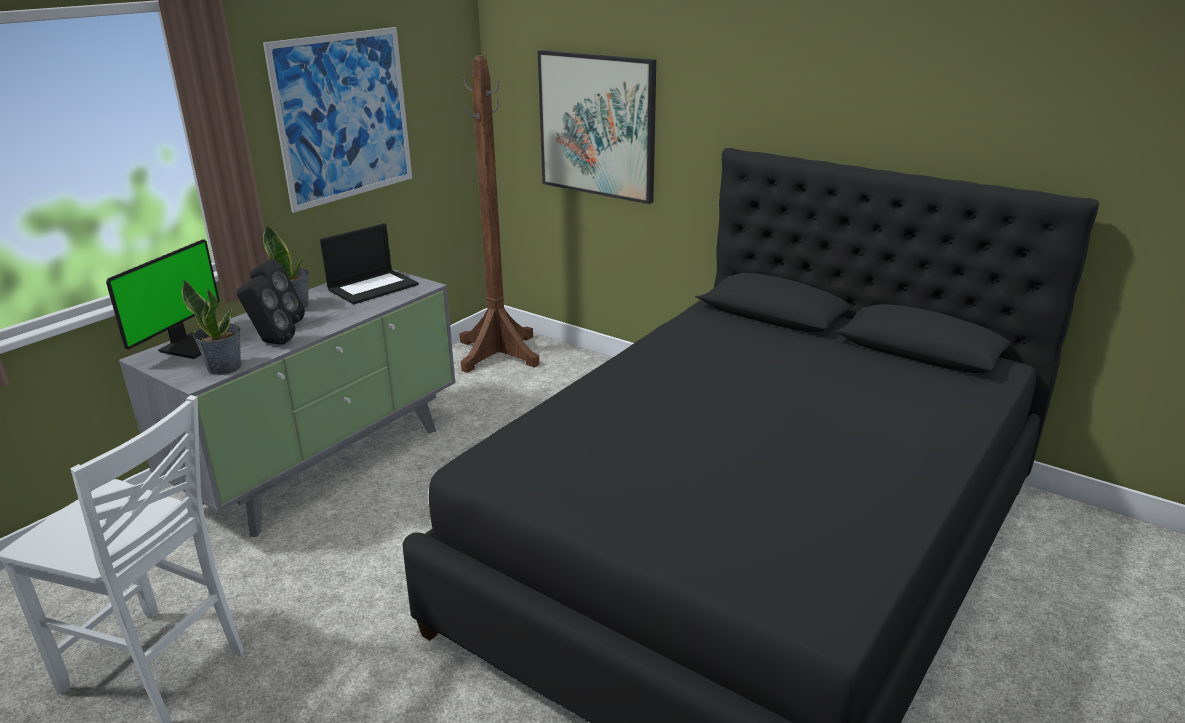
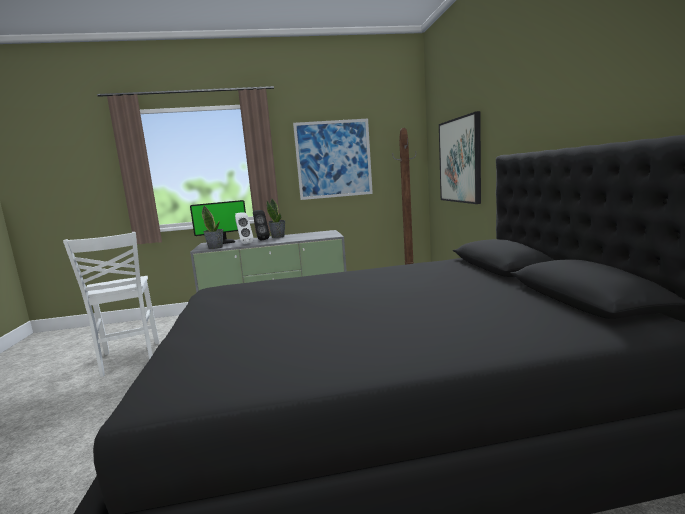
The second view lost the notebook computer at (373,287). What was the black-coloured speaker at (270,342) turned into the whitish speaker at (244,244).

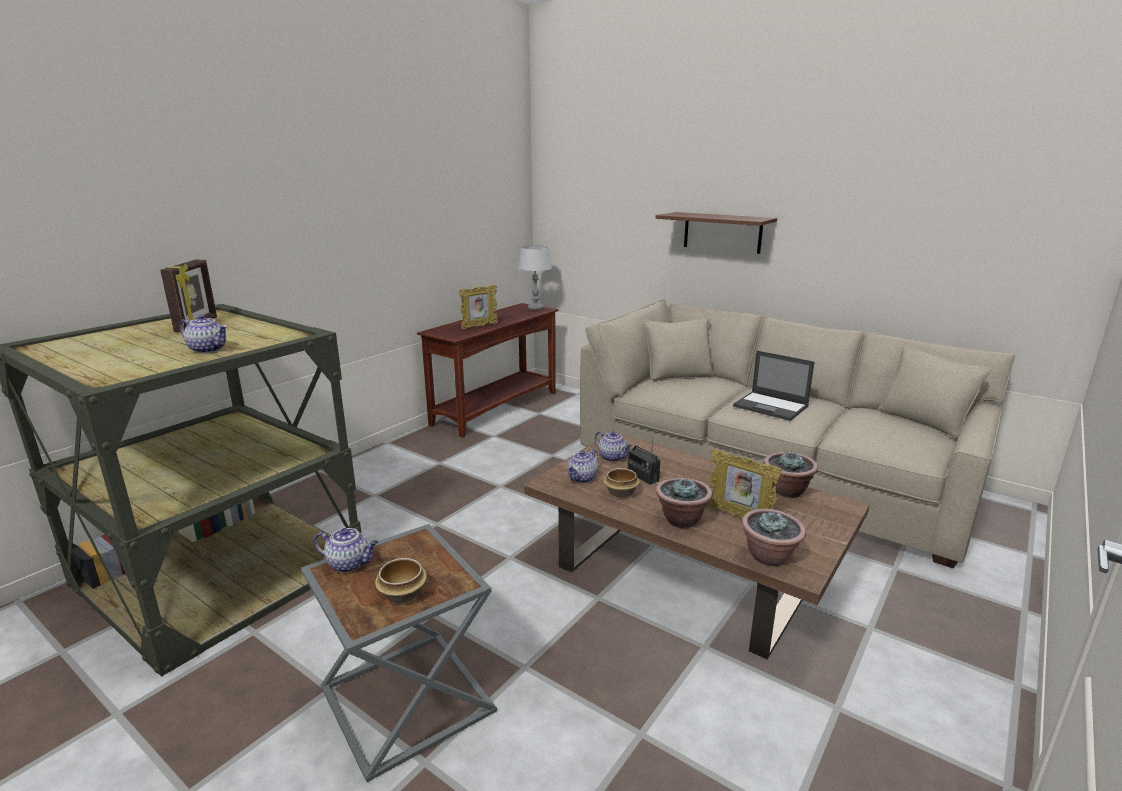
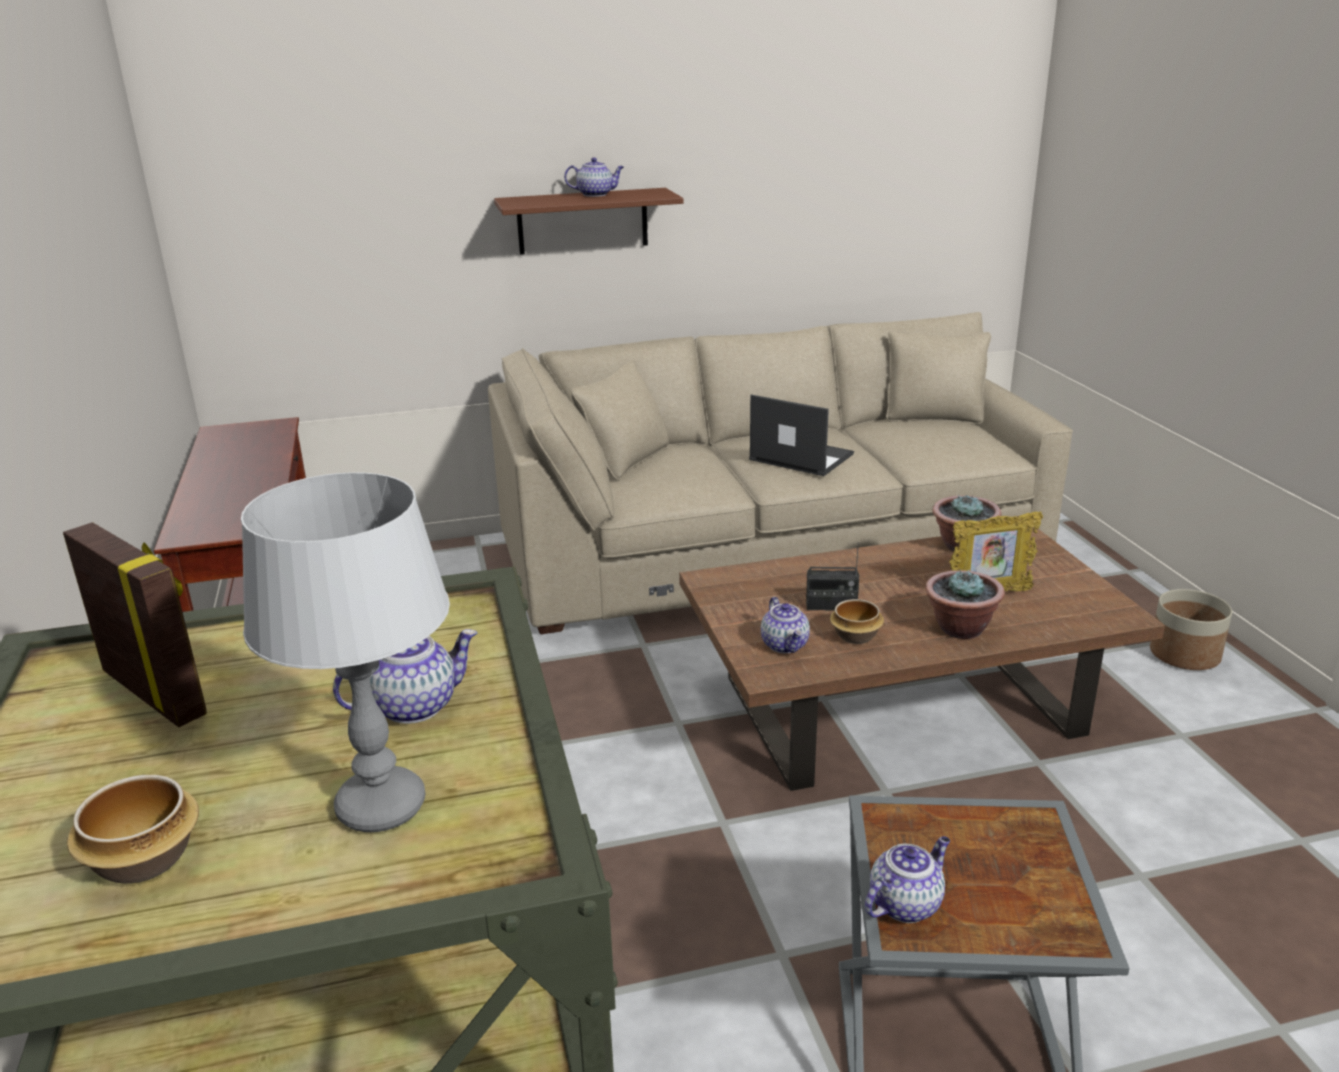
The second view lost the photo frame at (479,326). The second view lost the plant in a pot at (769,557). The second view gained the flower pot at (1185,654). The deep dish ended up elsewhere, having gone from (403,594) to (145,858). The grey lamp for a table ended up elsewhere, having gone from (535,308) to (382,807). The pot for tea ended up elsewhere, having gone from (613,457) to (596,194). The notebook computer at (771,406) ended up facing another way, 135 degrees counterclockwise from before.

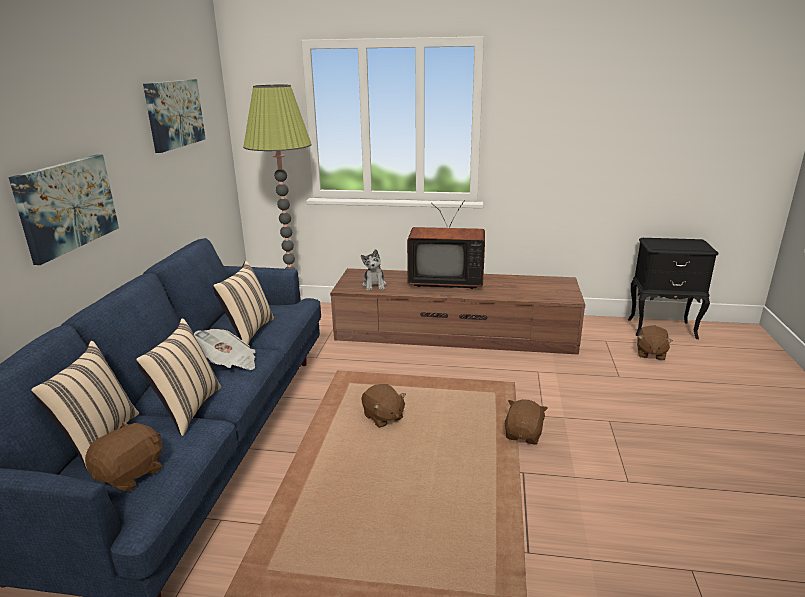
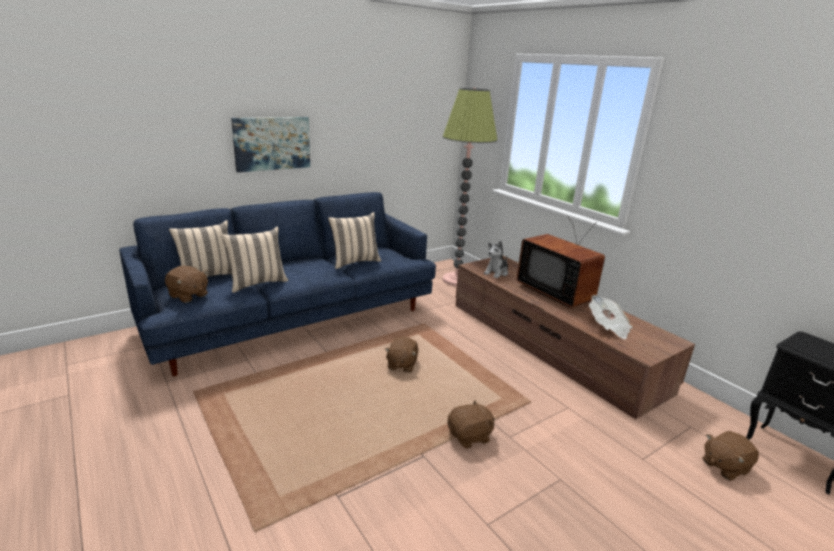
The second view lost the picture at (174,114). The daily paper ended up elsewhere, having gone from (229,363) to (608,327). The brownish soft toy at (131,474) ended up facing another way, 45 degrees clockwise from before.

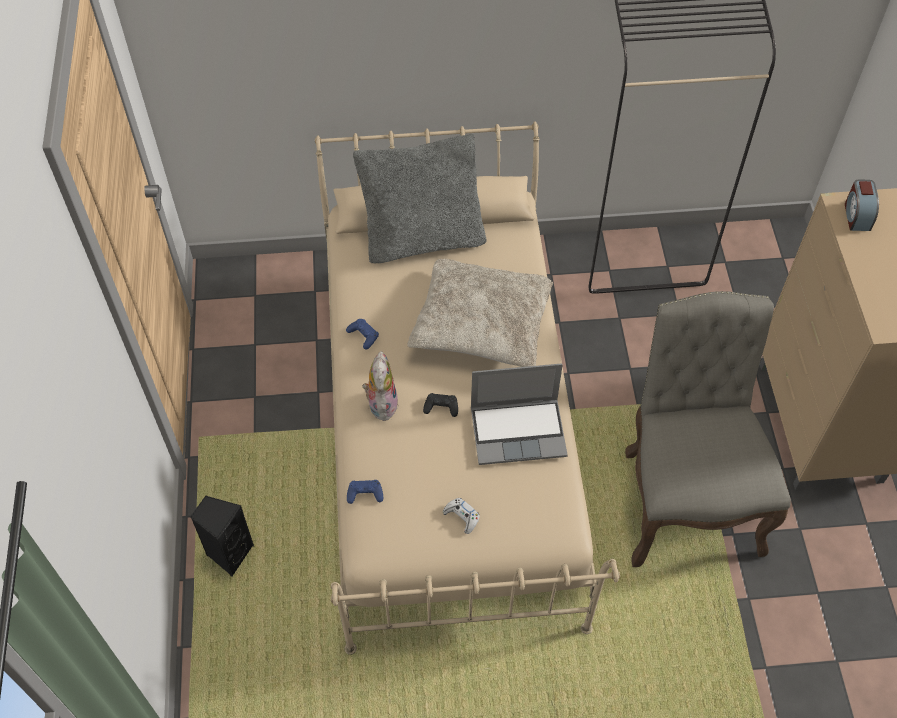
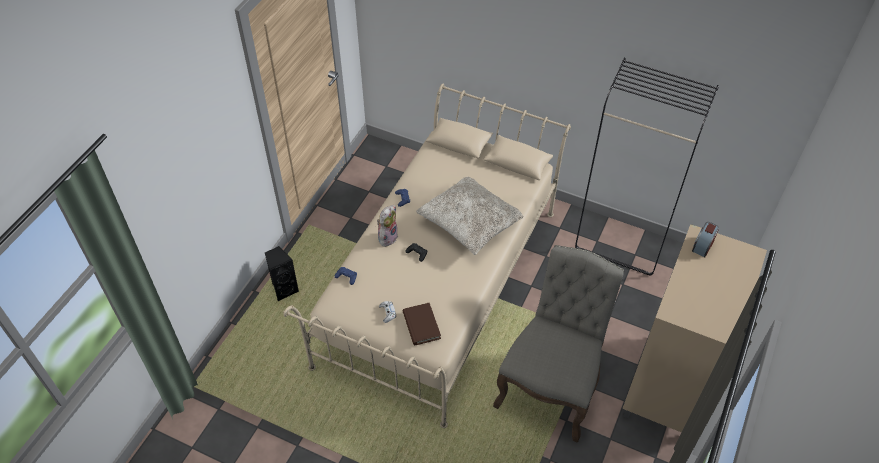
The second view lost the grey cushion at (423,235). The second view lost the notebook computer at (519,431). The second view gained the brownish bound book at (421,325).

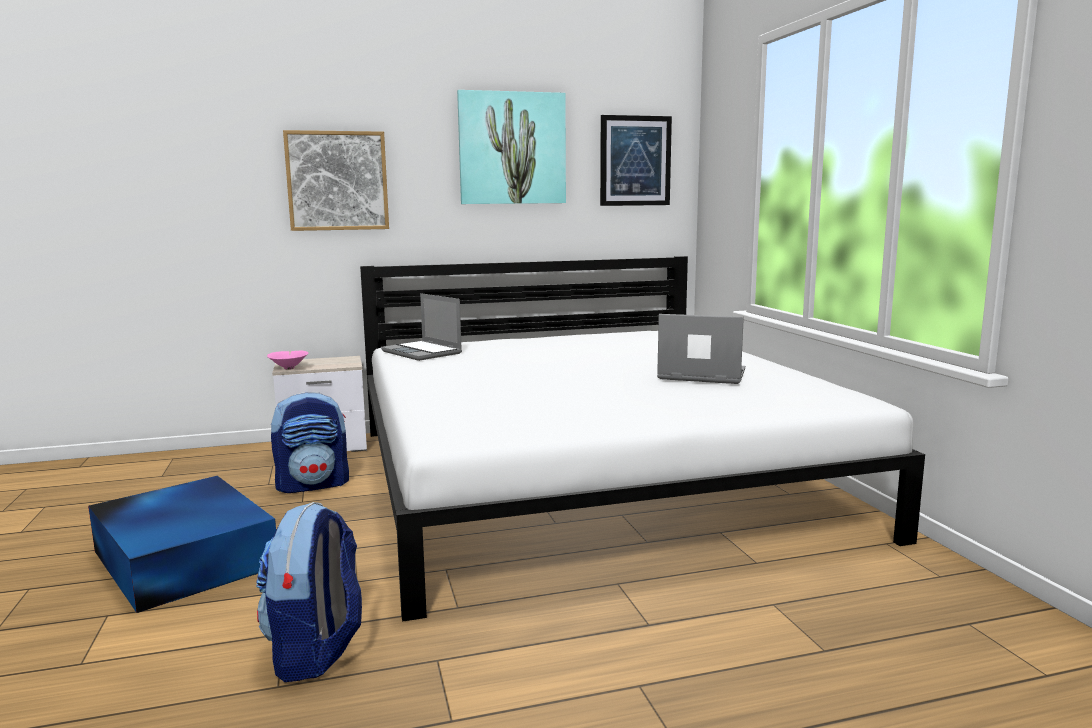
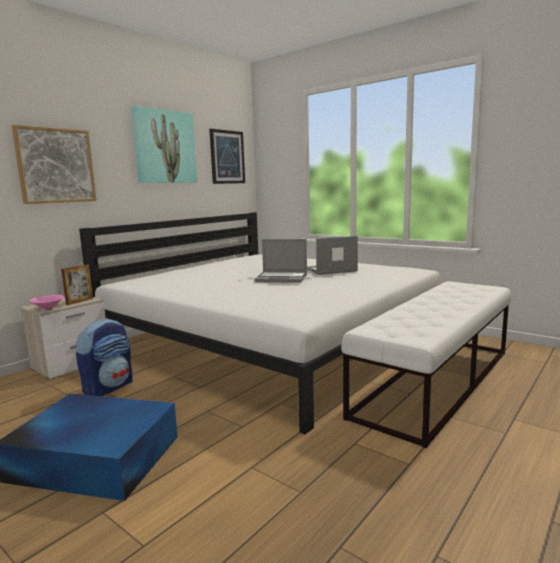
The second view lost the knapsack at (316,652). The second view gained the photo frame at (79,301). The second view gained the whitish indoor bench at (436,381). The notebook computer ended up elsewhere, having gone from (423,352) to (282,278).

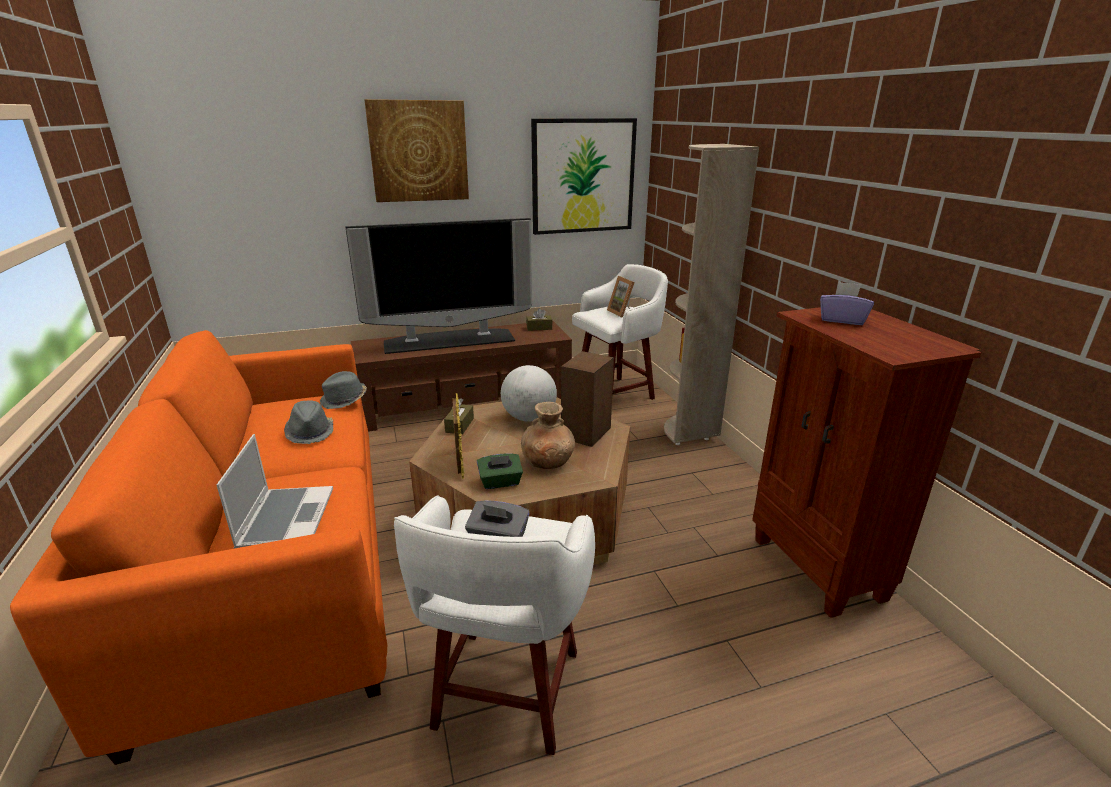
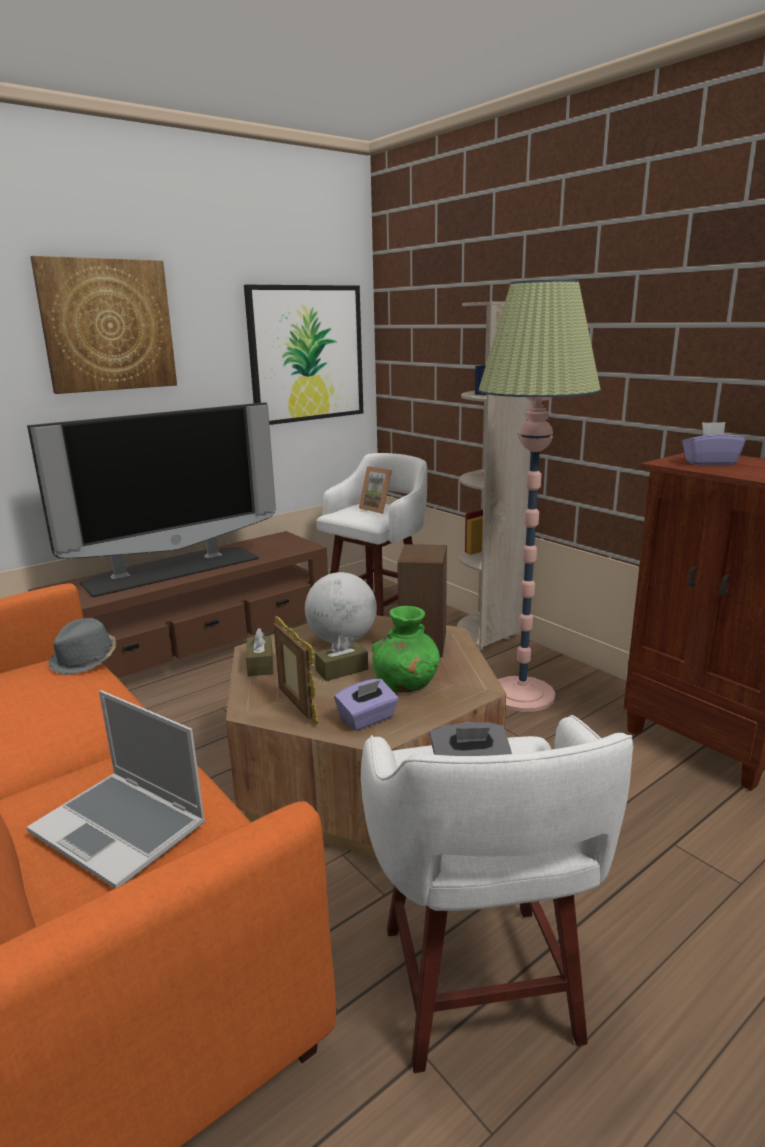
The second view lost the grey wearable hat at (310,432). The second view gained the floor lamp at (521,694). The brownish tissue holder ended up elsewhere, having gone from (539,328) to (342,670). What was the green-coloured tissue holder at (500,482) turned into the purple-coloured tissue holder at (367,719). What was the brownish vase at (548,462) turned into the green-coloured vase at (406,684). The notebook computer at (286,518) ended up facing another way, 150 degrees clockwise from before.

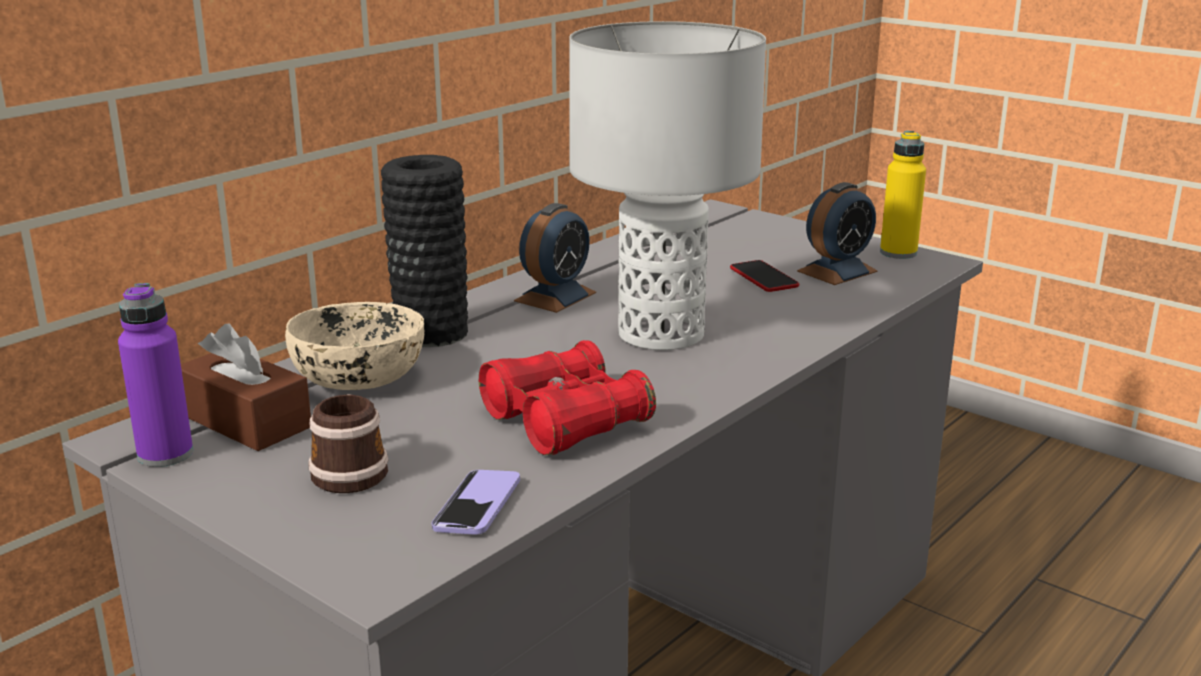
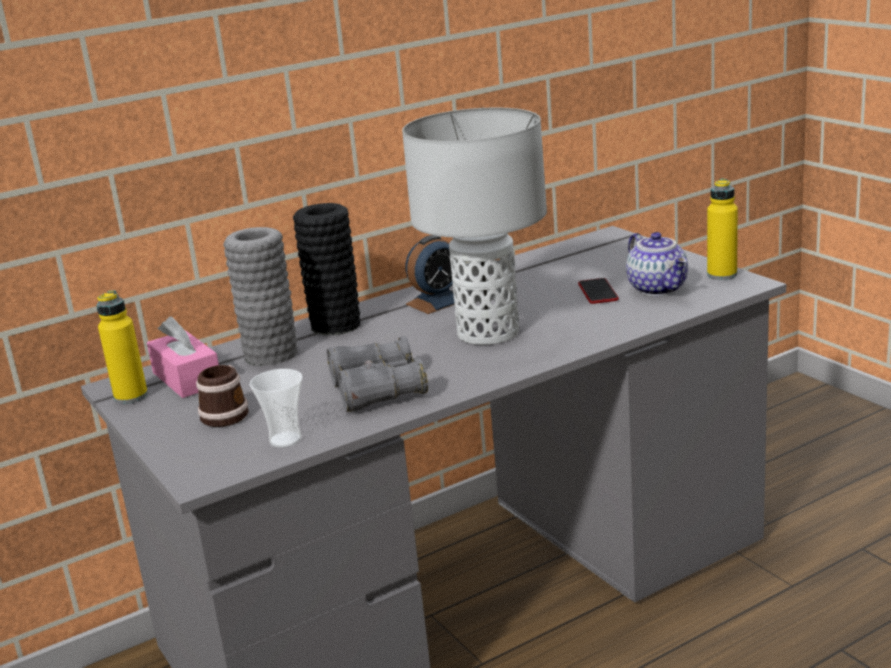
Where the beige deep dish stood at (361,377), the grey vase came to stand at (271,354). Where the telephone stood at (477,505), the cup came to stand at (285,440). Where the table clock stood at (837,271), the pot for tea came to stand at (659,289). What was the purple-coloured beverage bottle at (165,454) turned into the yellow-coloured beverage bottle at (131,396). What was the brownish tissue holder at (246,421) turned into the pinkish tissue holder at (187,379). What was the red-coloured binoculars at (565,421) turned into the grey binoculars at (377,390).

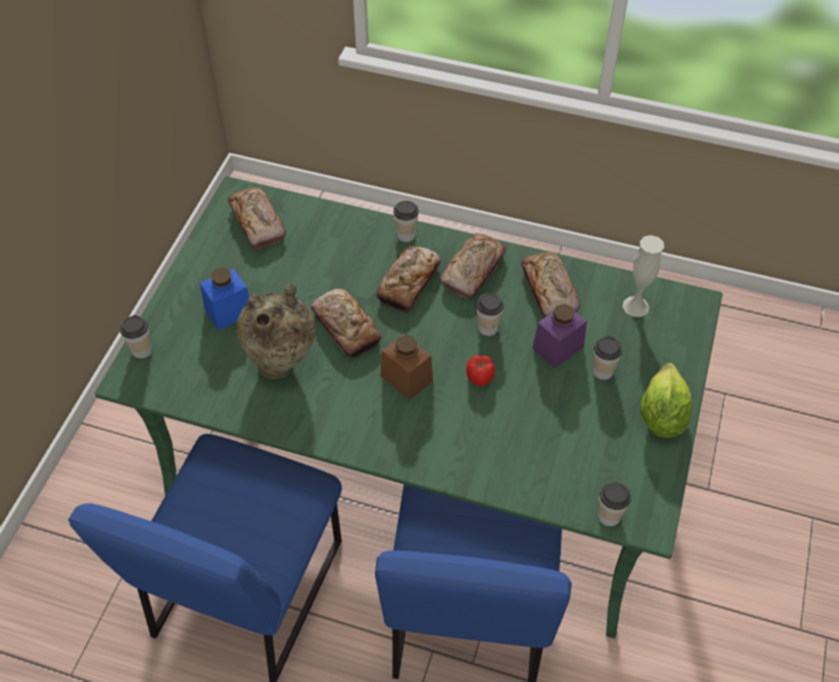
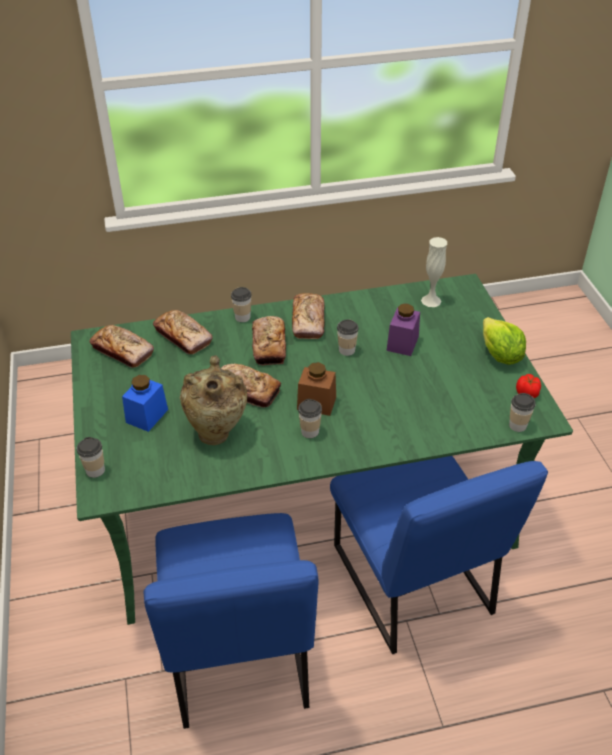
The fresh tomato ended up elsewhere, having gone from (480,378) to (527,394). The bread ended up elsewhere, having gone from (549,290) to (183,337). The cup ended up elsewhere, having gone from (602,371) to (310,432).

